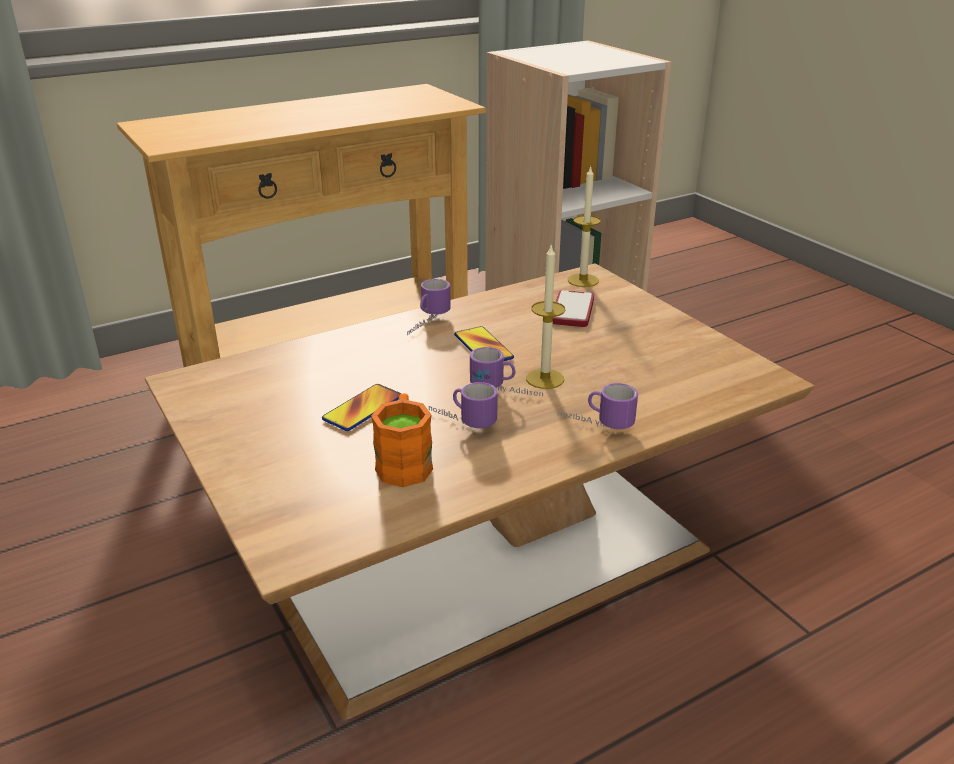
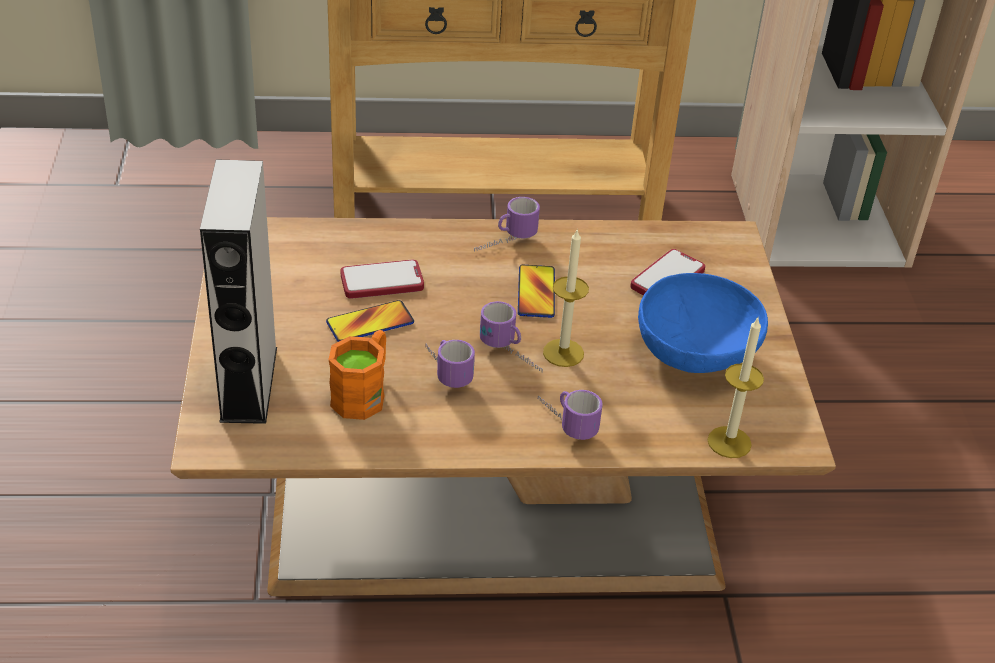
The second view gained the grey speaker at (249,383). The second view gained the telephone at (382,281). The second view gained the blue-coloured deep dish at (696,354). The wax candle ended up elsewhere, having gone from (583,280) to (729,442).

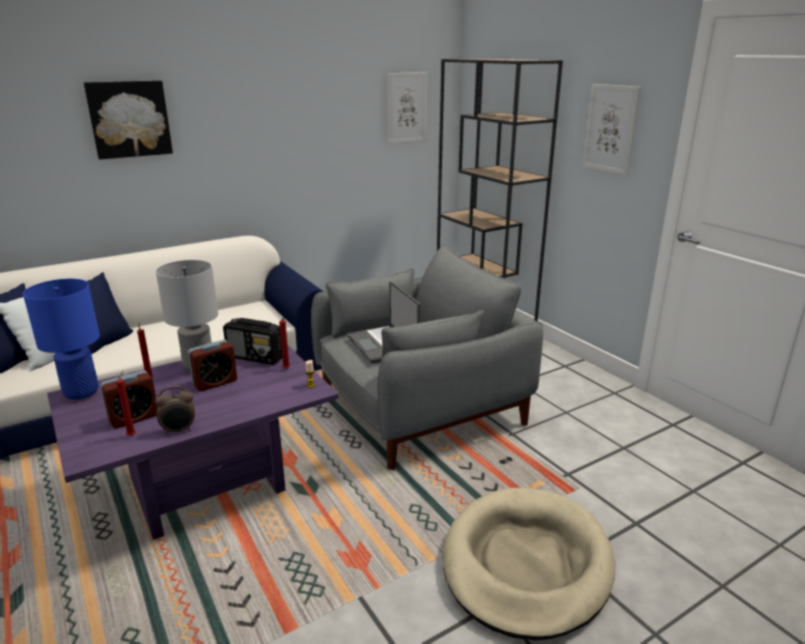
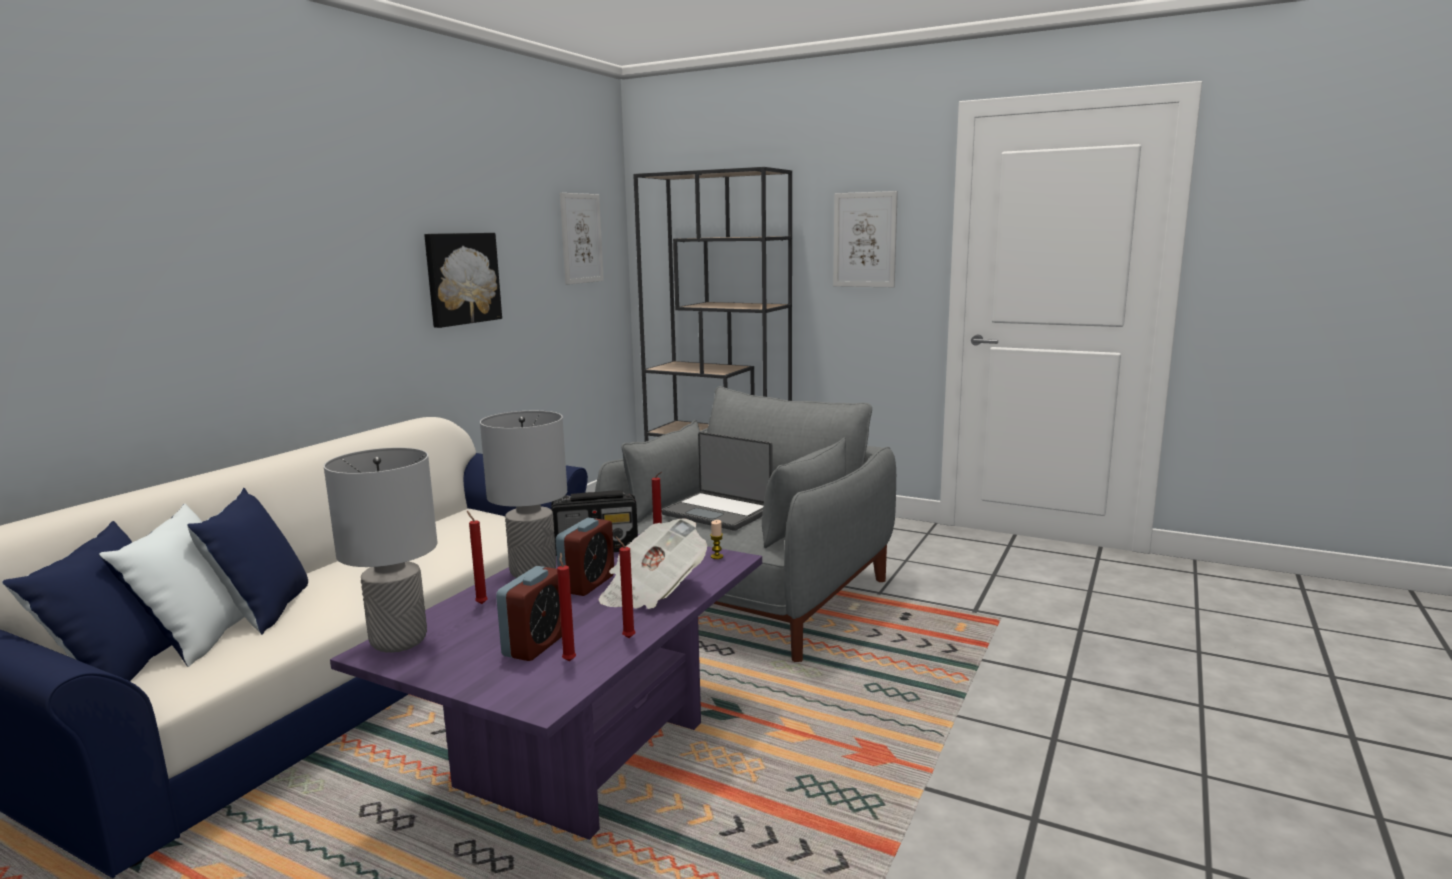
The second view lost the beige dog cushion at (526,564). The second view gained the daily paper at (652,591). The picture ended up elsewhere, having gone from (129,119) to (461,278). Where the table clock stood at (179,430), the red-coloured wax candle came to stand at (627,637). What was the blue-coloured lamp for a table at (81,394) turned into the grey lamp for a table at (398,645).

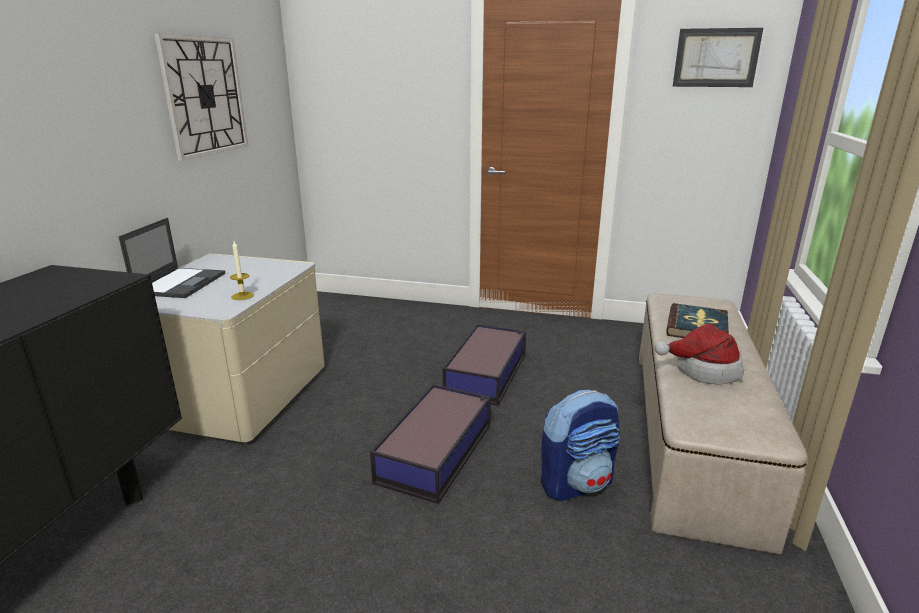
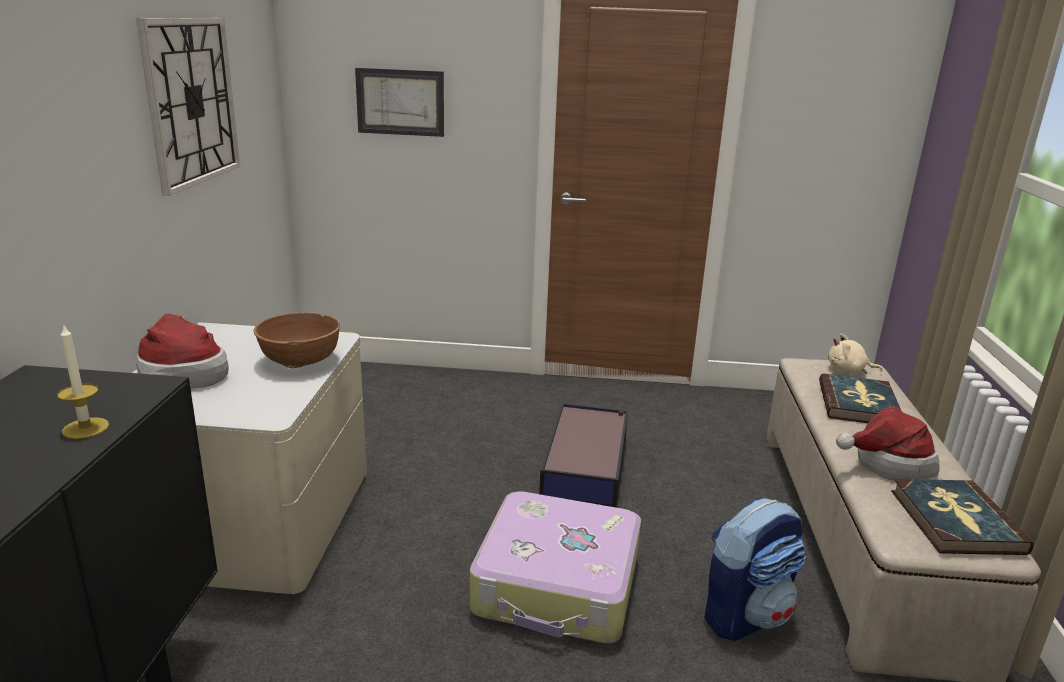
The second view gained the brownish deep dish at (300,361). The second view gained the beige soft toy at (848,370). The second view gained the bound book at (955,521). The wax candle ended up elsewhere, having gone from (242,296) to (85,428). The picture ended up elsewhere, having gone from (716,58) to (400,102). Where the notebook computer stood at (180,283), the wearable hat came to stand at (183,373). Where the storage box stood at (437,451), the travel case came to stand at (558,586).

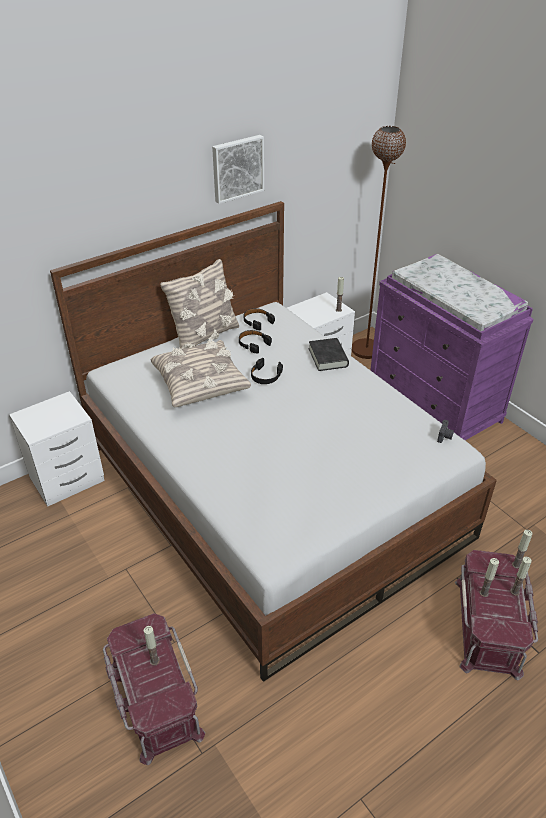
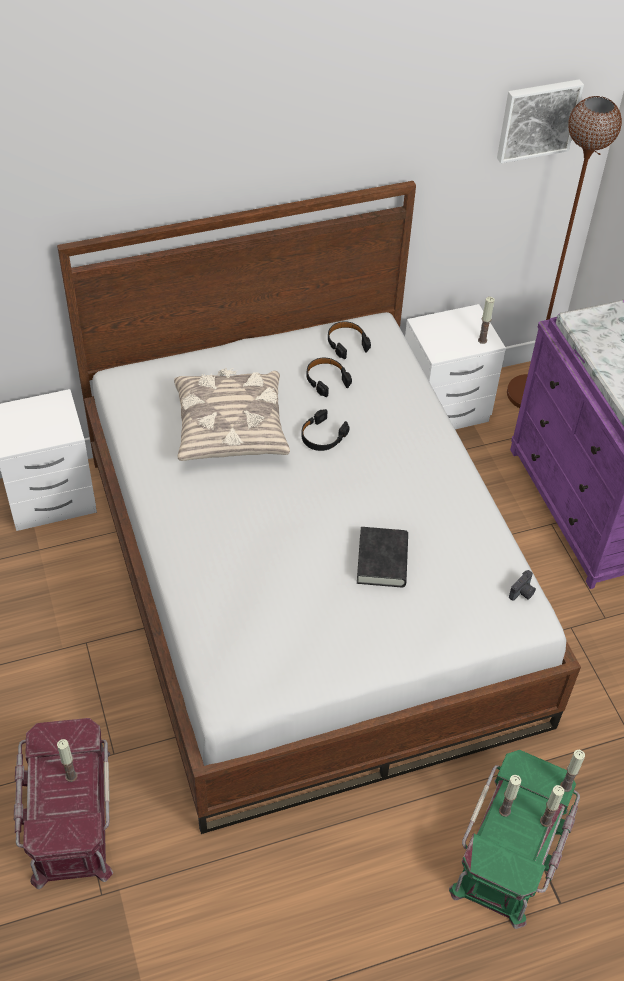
The second view lost the beige cushion at (205,336). The picture ended up elsewhere, having gone from (237,168) to (537,119). The black-coloured bound book ended up elsewhere, having gone from (328,357) to (382,561). What was the red-coloured storage box at (488,626) turned into the green-coloured storage box at (511,850).

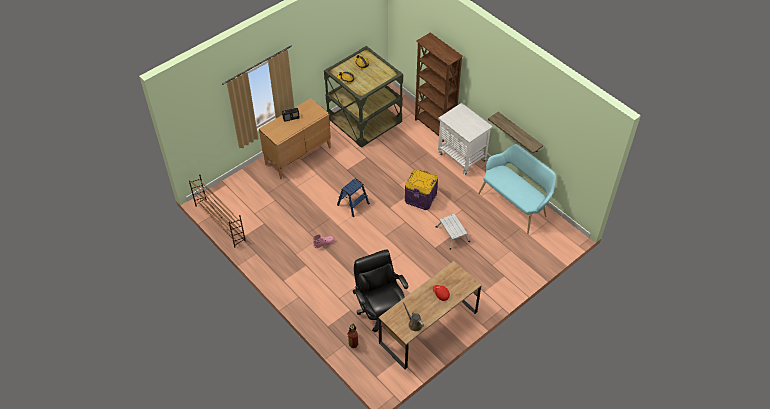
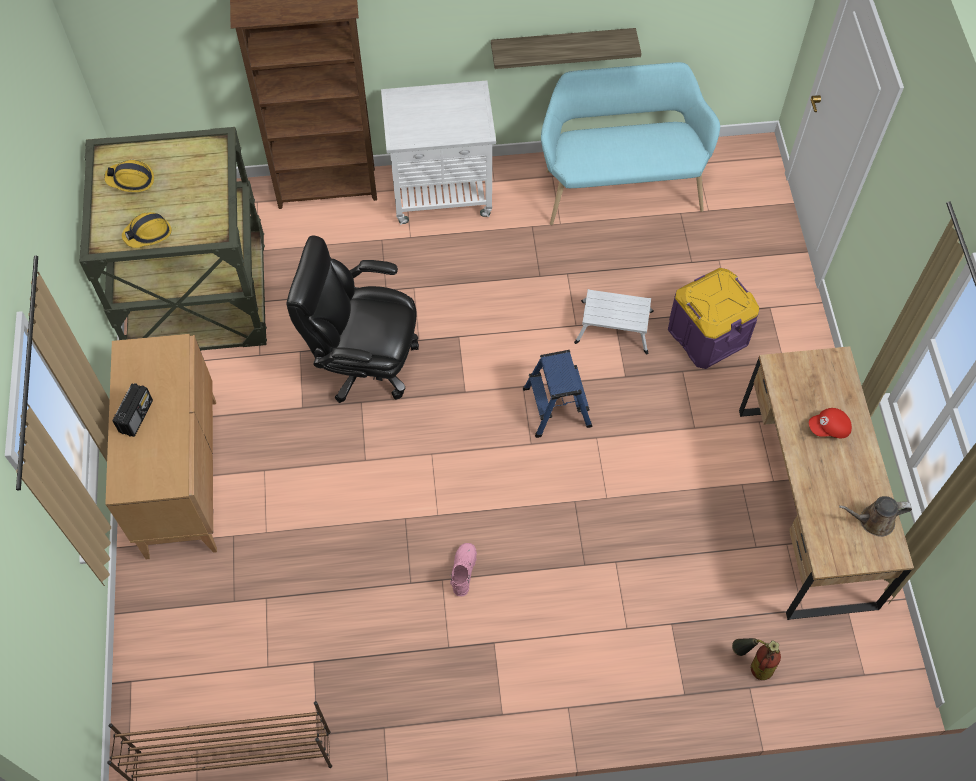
The blue-coloured step ladder ended up elsewhere, having gone from (353,204) to (557,407). The black-coloured desk chair ended up elsewhere, having gone from (380,311) to (364,362). The purple-coloured storage box ended up elsewhere, having gone from (420,198) to (707,335).

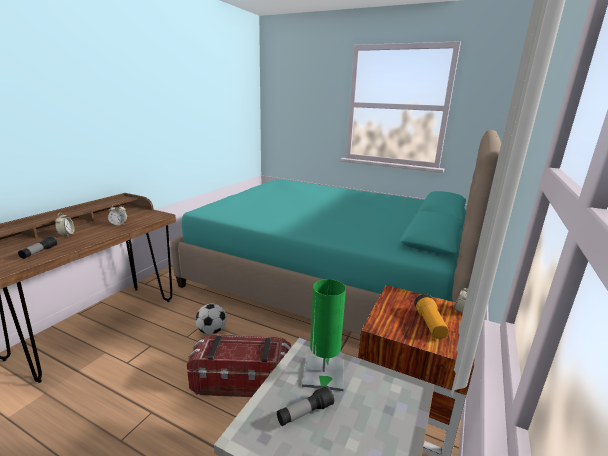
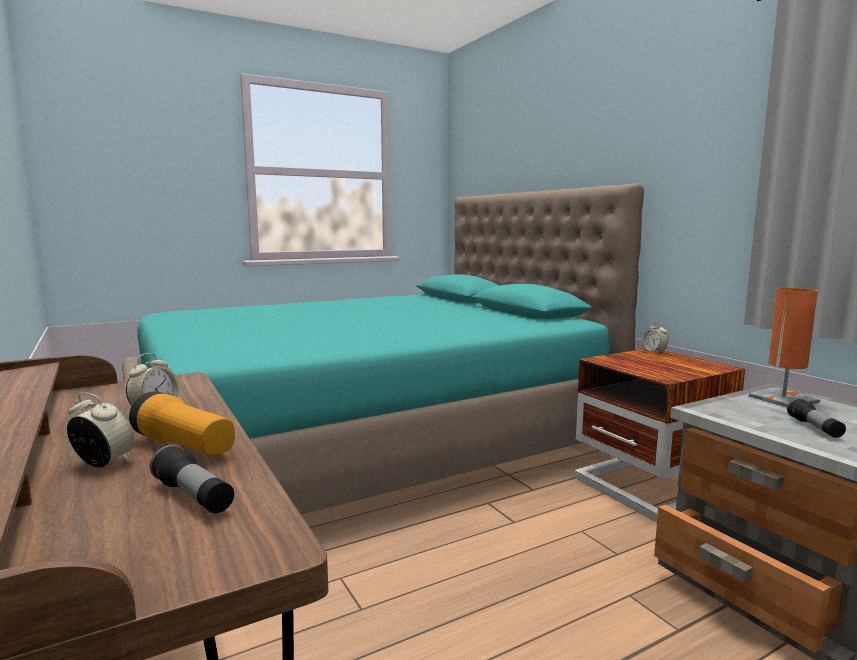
The second view lost the storage box at (242,381). The second view lost the football at (212,331). The second view lost the green-coloured lamp for a table at (323,373). The second view gained the orange lamp for a table at (783,399). The flashlight ended up elsewhere, having gone from (429,324) to (184,446).

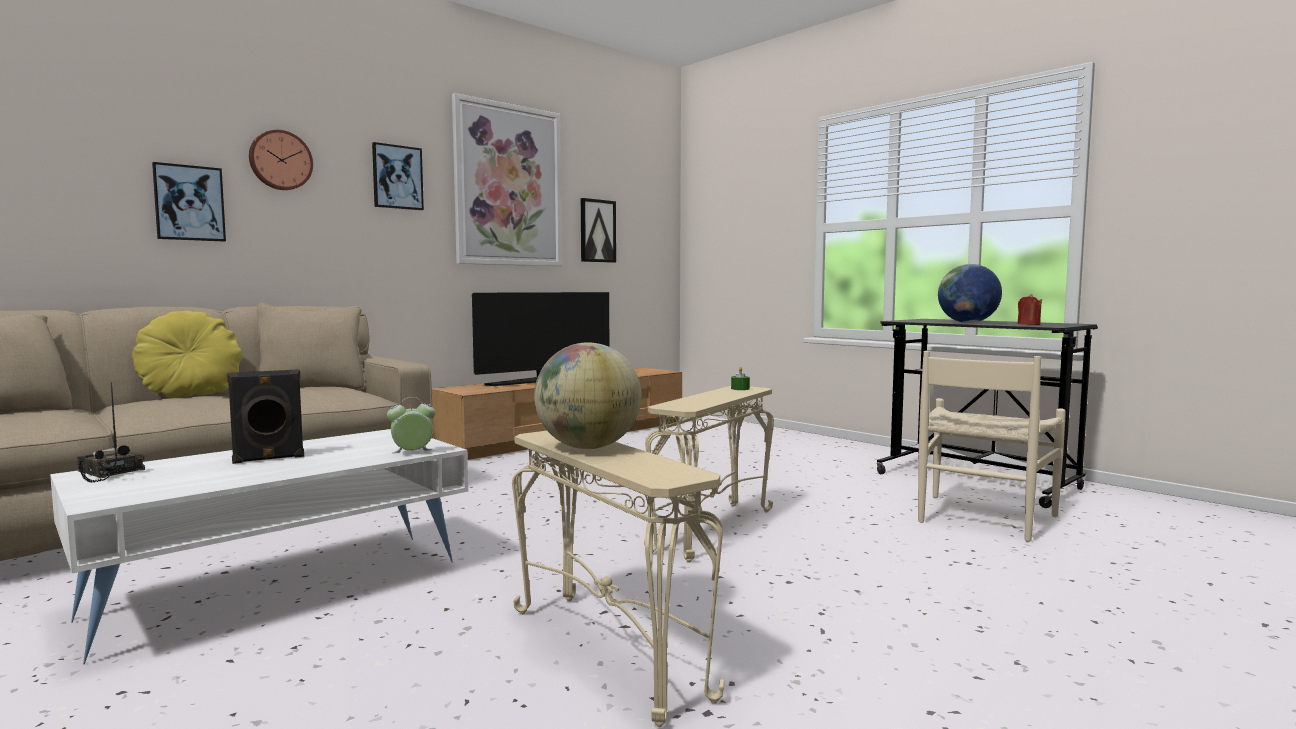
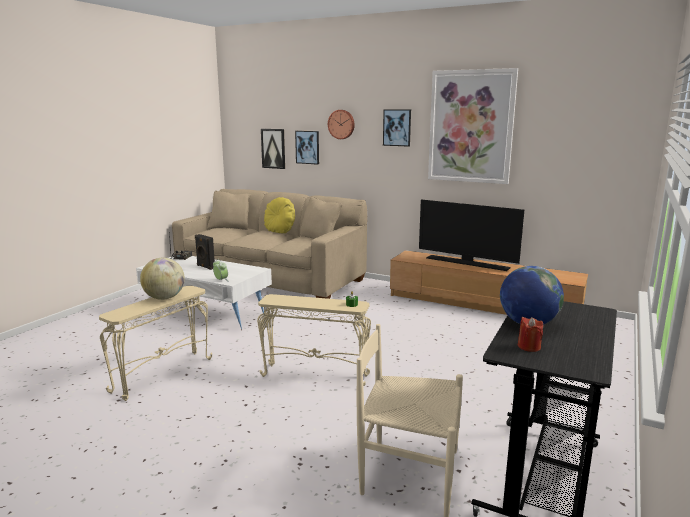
The picture ended up elsewhere, having gone from (597,231) to (273,148).

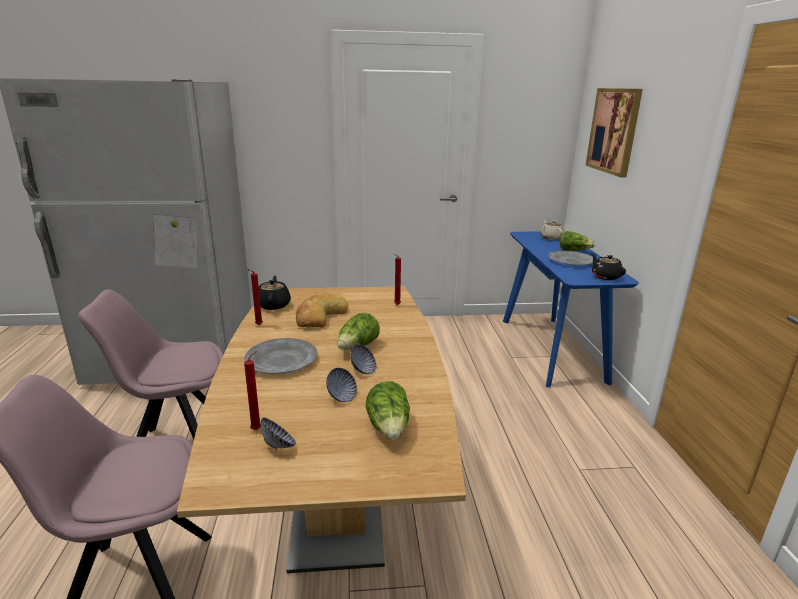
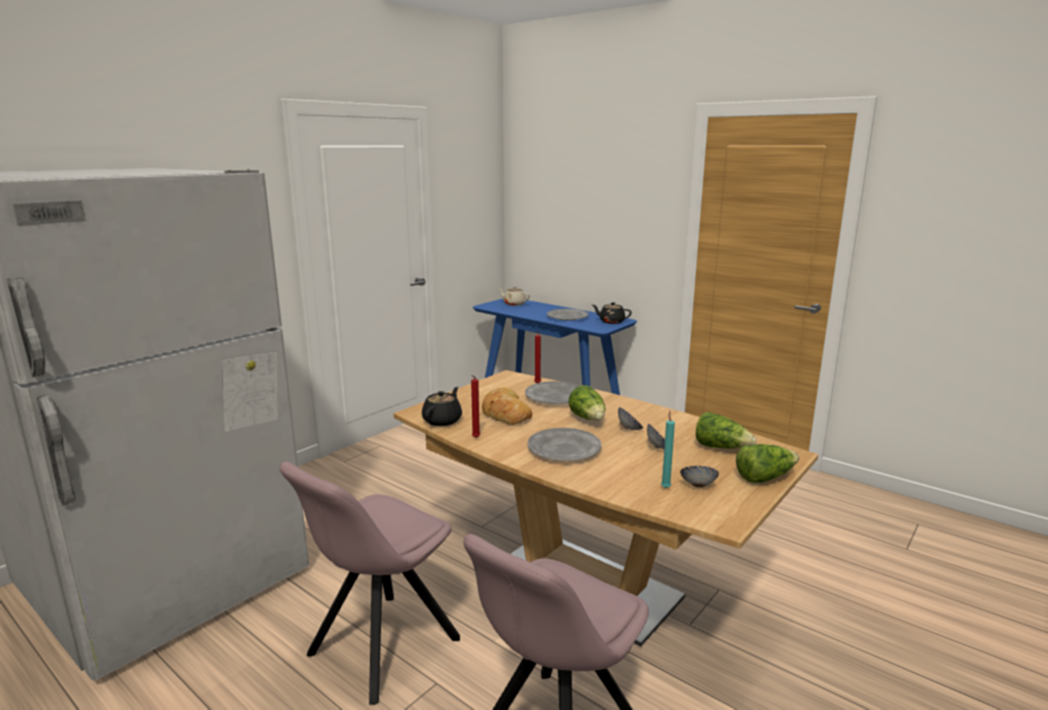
The second view lost the picture at (614,131). The second view gained the grey dinner plate at (555,397). The head of lettuce ended up elsewhere, having gone from (573,251) to (764,477). What was the red-coloured wax candle at (258,429) turned into the turquoise wax candle at (665,487). The black-coloured pot for tea at (274,305) ended up facing another way, 75 degrees clockwise from before.

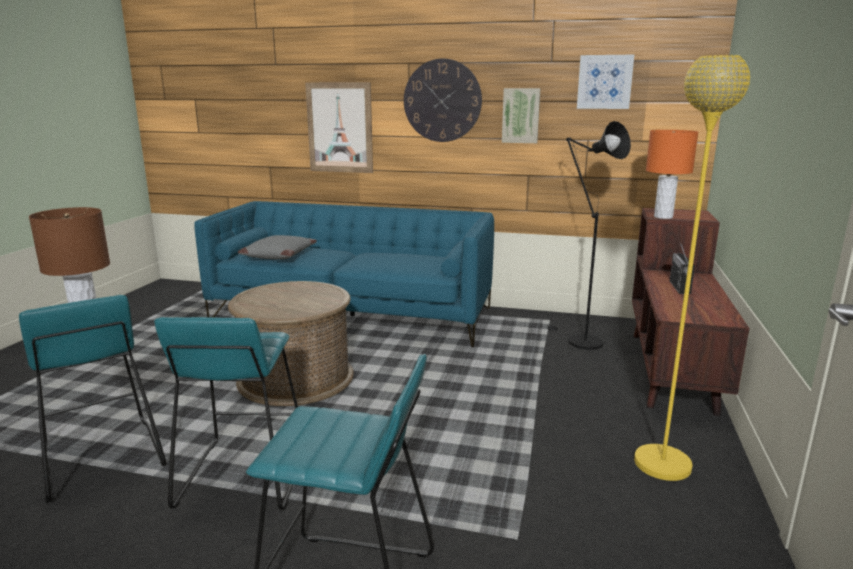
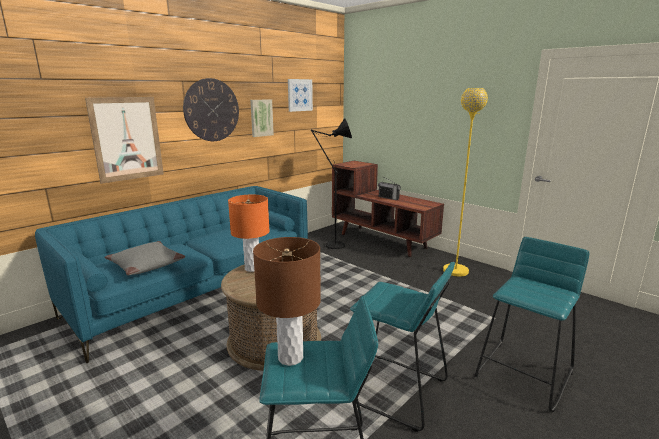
The orange lamp for a table ended up elsewhere, having gone from (663,217) to (252,268).

